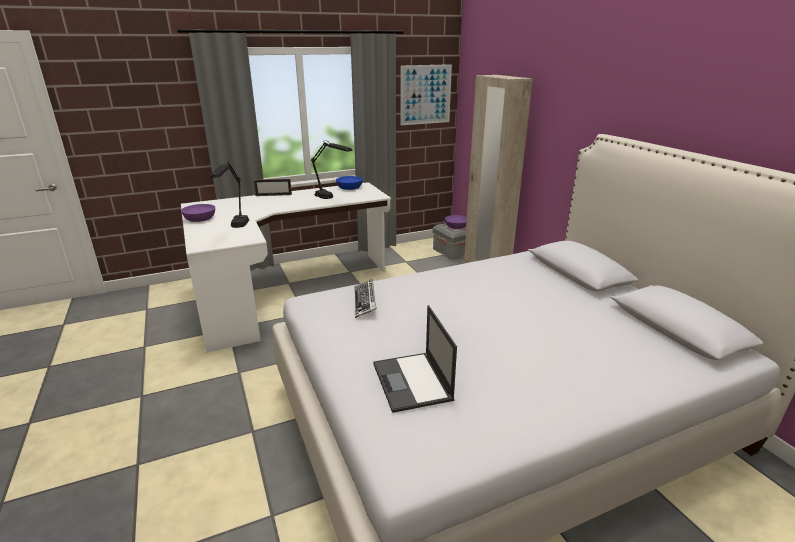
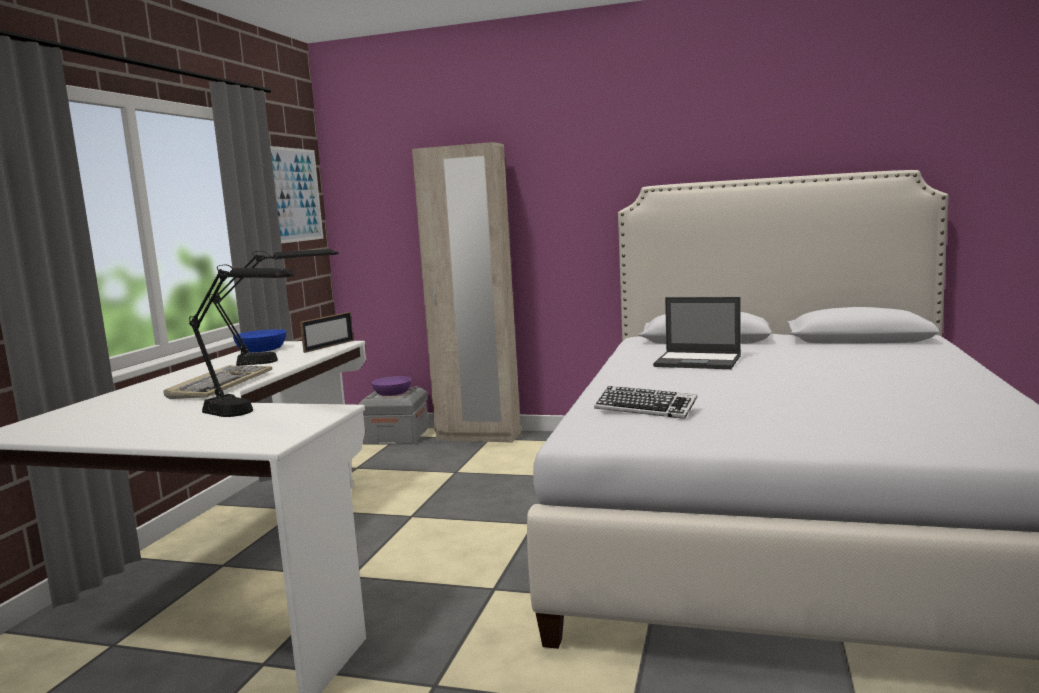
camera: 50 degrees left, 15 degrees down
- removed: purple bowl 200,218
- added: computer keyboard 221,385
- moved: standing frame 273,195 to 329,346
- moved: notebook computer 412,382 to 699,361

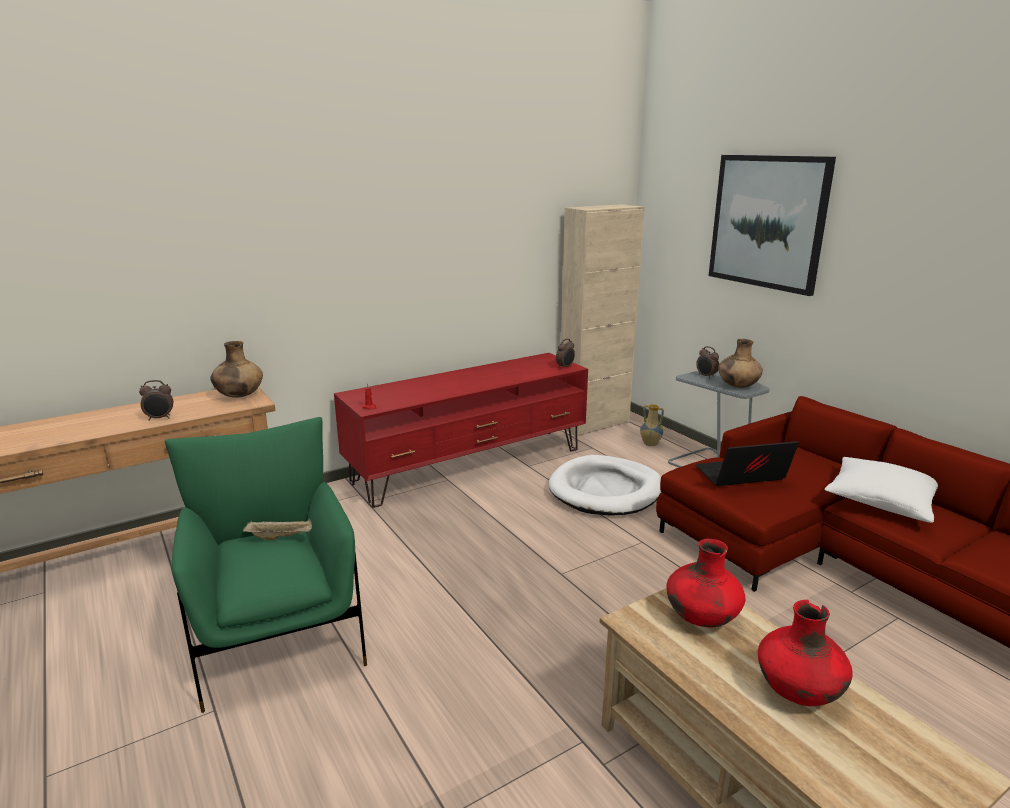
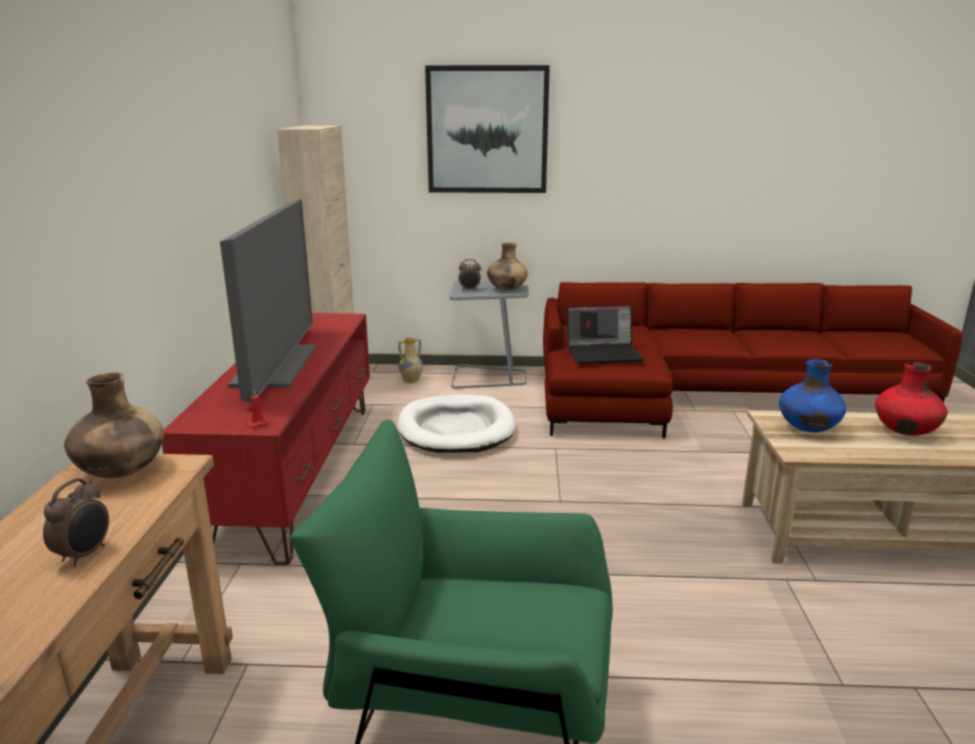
camera: 55 degrees left, 0 degrees up
- removed: beige carrying tray 281,537
- removed: table clock 565,367
- removed: whitish pillow 880,501
- added: TV 276,365
- recoloured: reddish decorative vase 701,618 to blue decorative vase 808,429
- turned: notebook computer 741,477 = 604,353 120 degrees counterclockwise

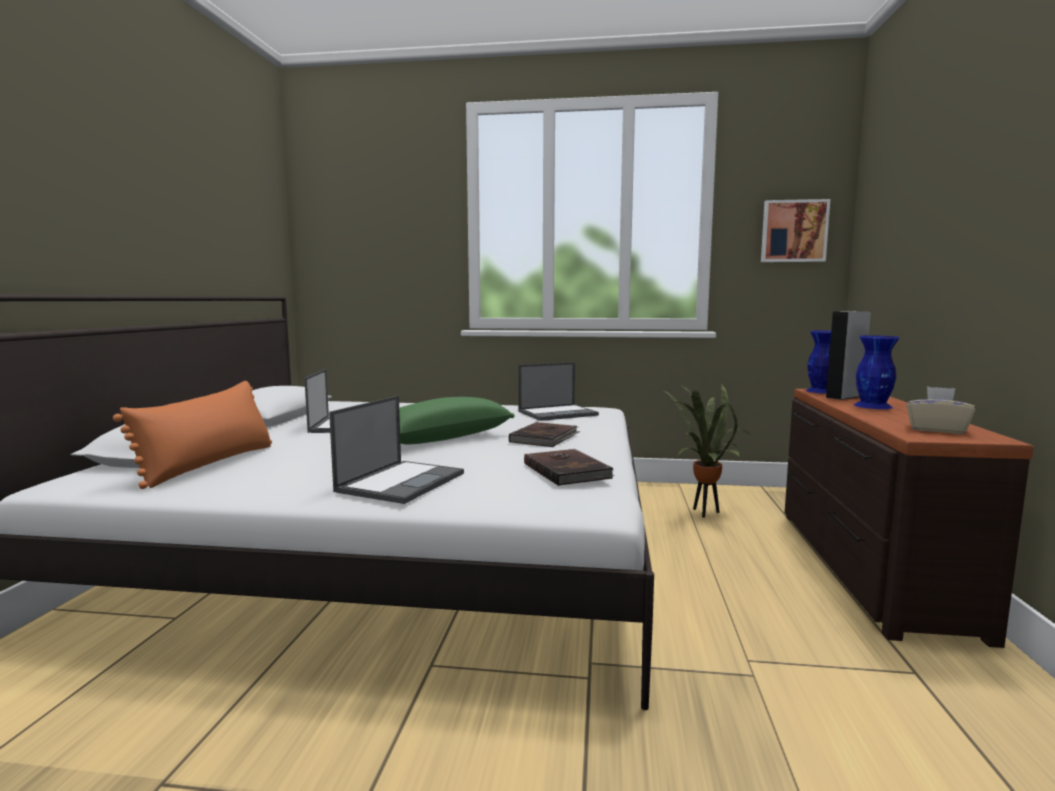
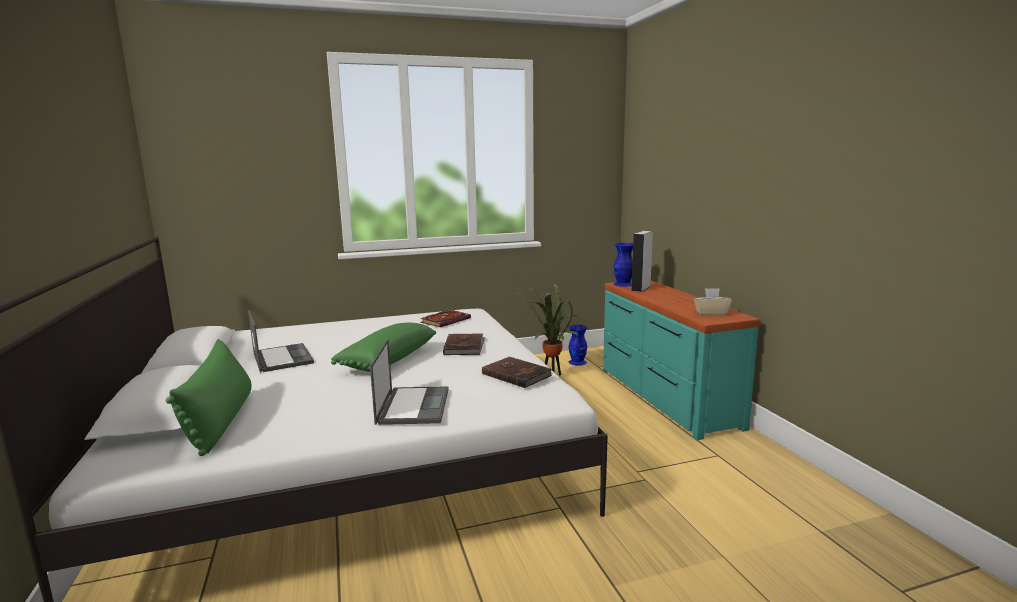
camera: 25 degrees left, 5 degrees up
- removed: wall picture 793,231
- moved: blue decorative vase 873,406 to 577,362
- replaced: notebook computer 558,413 to volume 446,320
- recoloured: orange-coloured pillow 209,464 to green pillow 221,420
- recoloured: brownish chest of drawers 866,567 to turquoise-coloured chest of drawers 664,397

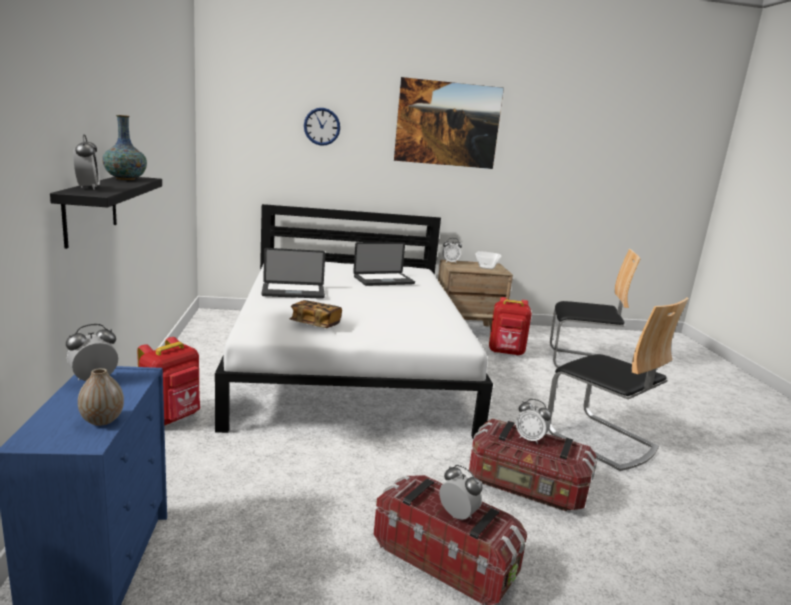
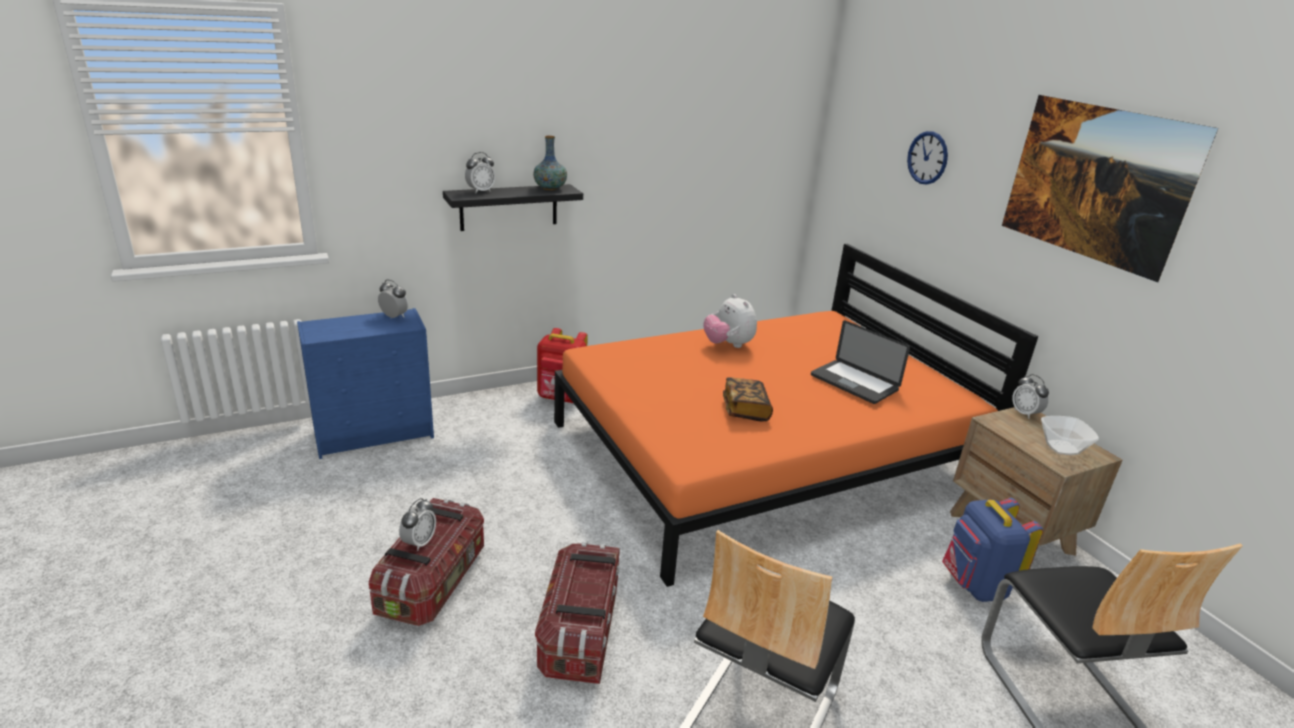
camera: 70 degrees right, 10 degrees up
- removed: decorative vase 102,420
- removed: table clock 530,439
- moved: volume 315,324 to 745,410
- replaced: notebook computer 293,292 to cuddly toy 728,345
- recoloured: whitish bed 349,362 to orange-coloured bed 764,455
- recoloured: reddish backpack 506,352 to blue backpack 975,585

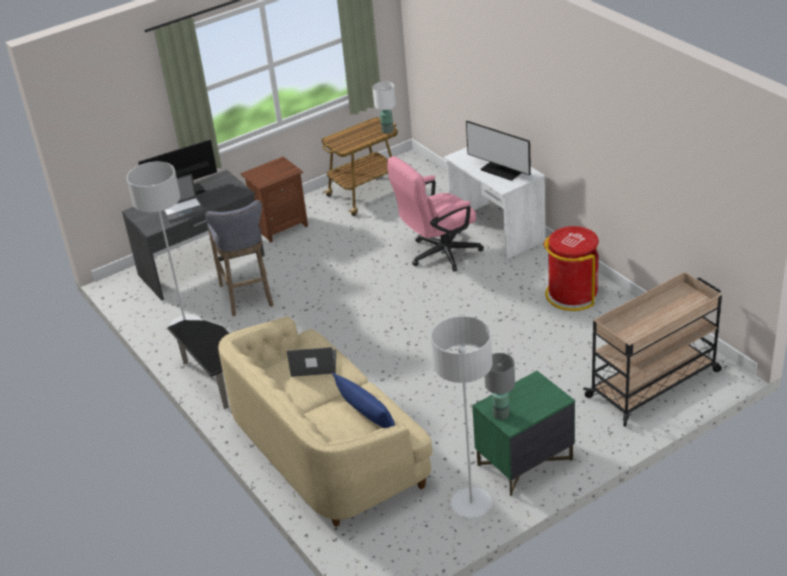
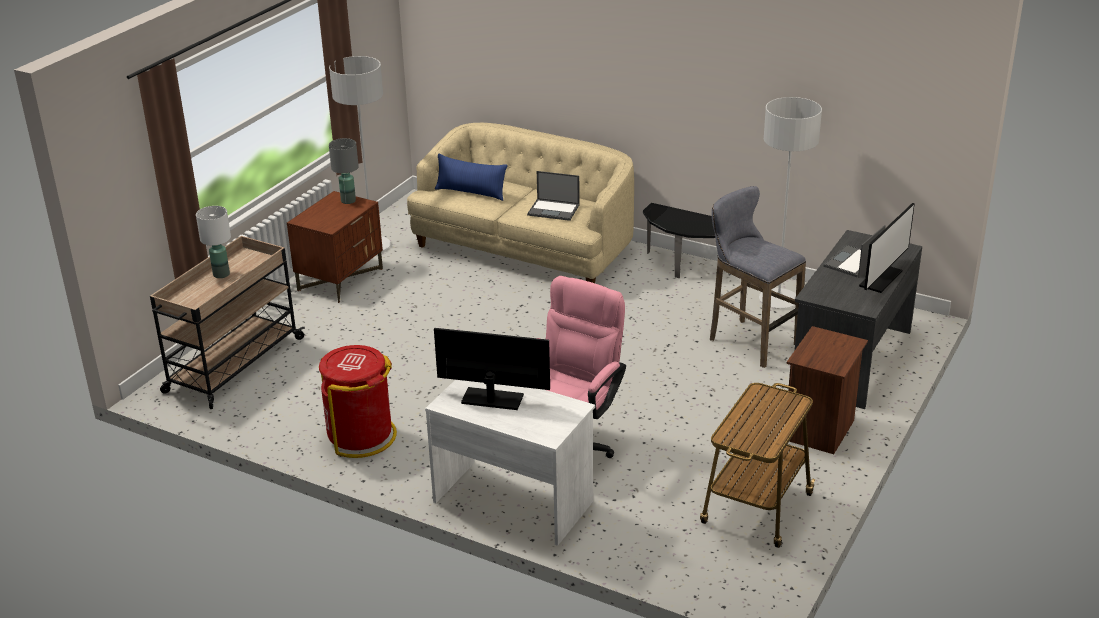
camera: 150 degrees right, 5 degrees down
- moved: whitish tabletop lamp 388,131 to 221,274
- recoloured: green nightstand 524,463 to brownish nightstand 340,279
- turned: notebook computer 313,364 = 554,210 45 degrees clockwise

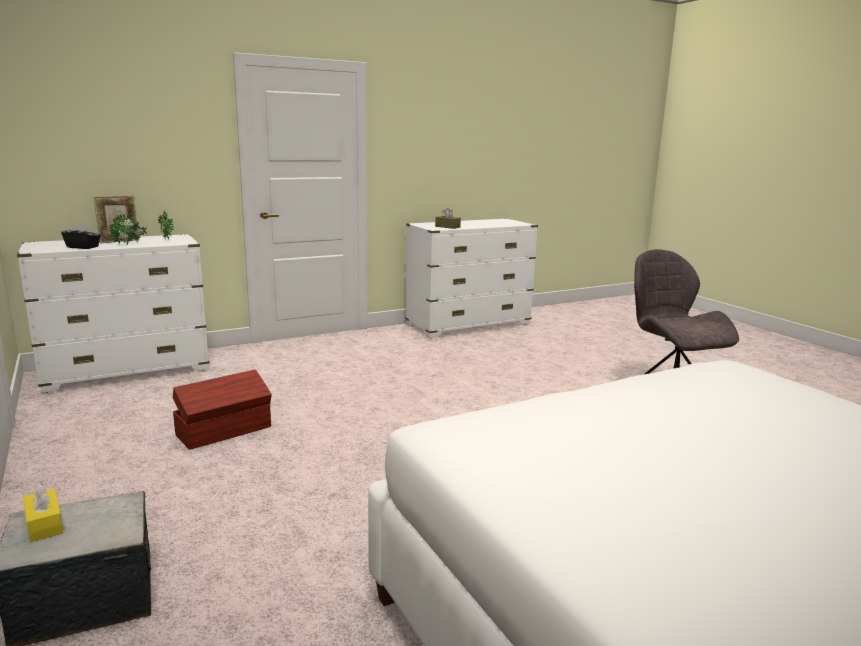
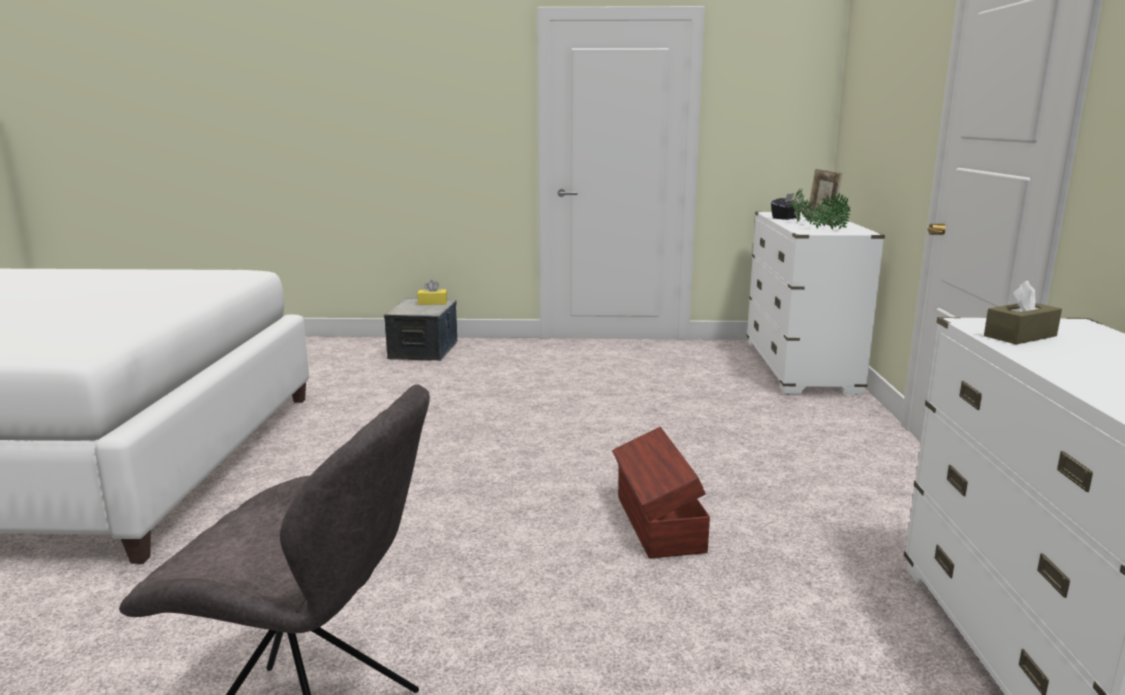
camera: 120 degrees right, 0 degrees up
- moved: brownish storage bin 225,431 to 658,524

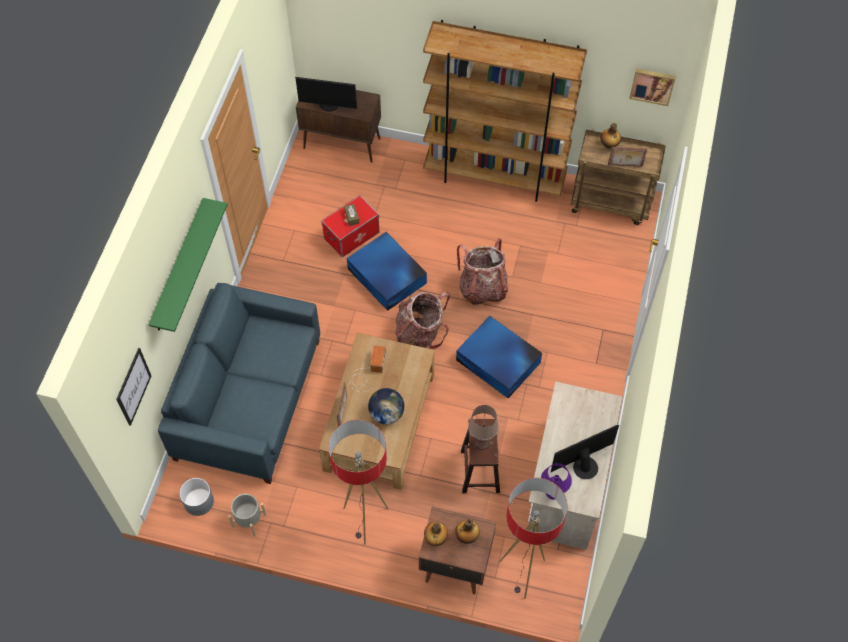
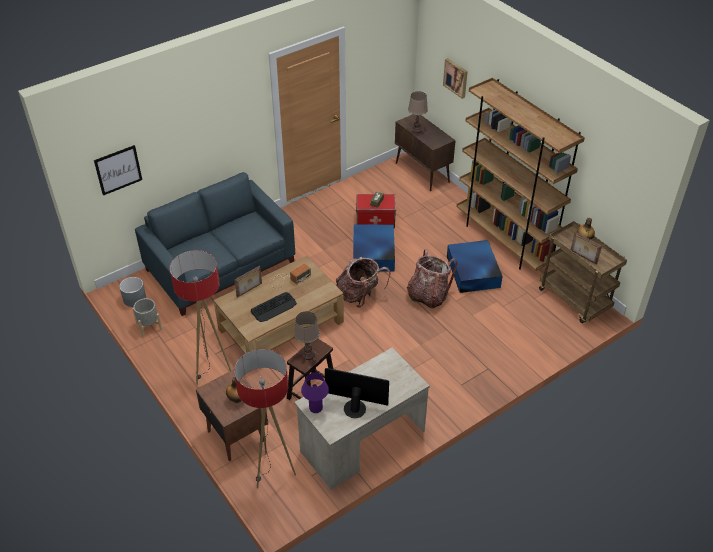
camera: 40 degrees right, 15 degrees down
- removed: green wall shelf 178,267
- removed: drink bottle 435,538
- moved: blue storage bin 498,362 to 473,272
- moved: wall picture 652,85 to 456,77
- replaced: monitor 329,105 to brownish tabletop lamp 416,130
- replaced: desk globe 386,414 to computer keyboard 274,307

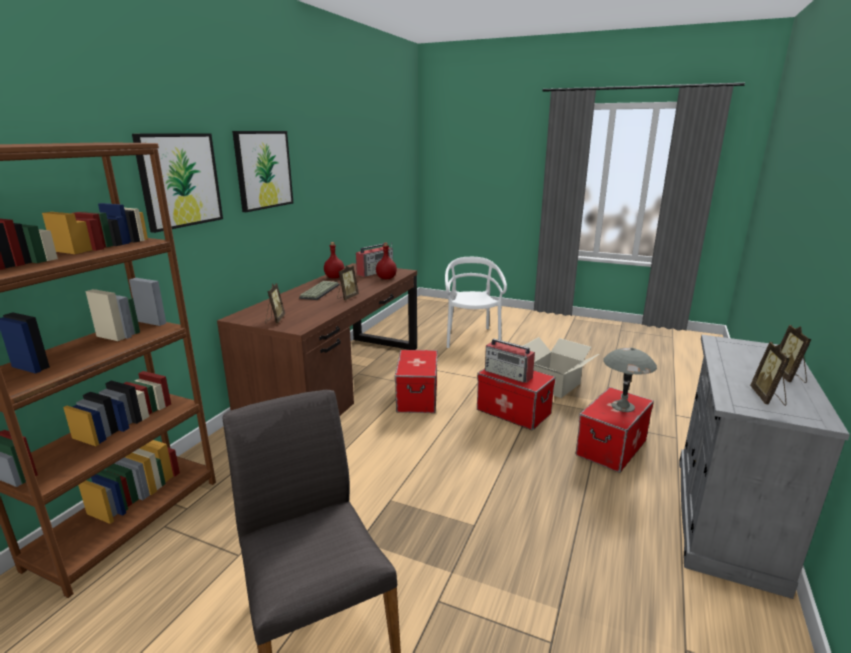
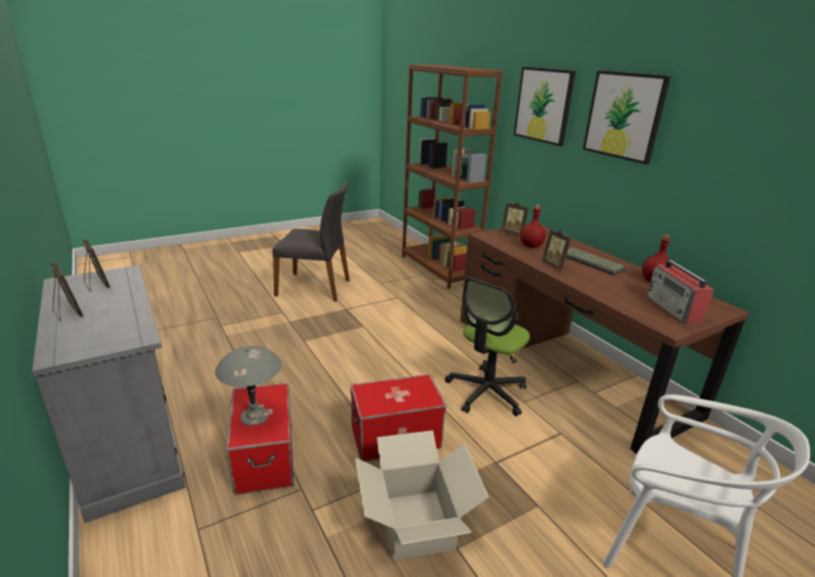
camera: 125 degrees right, 5 degrees up
- removed: radio receiver 508,374
- moved: reddish drink bottle 386,278 to 531,246
- replaced: storage bin 417,398 to office chair 486,392

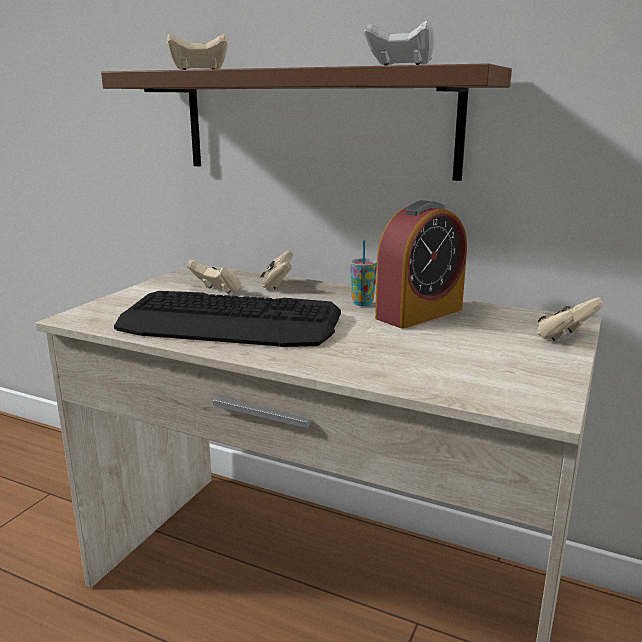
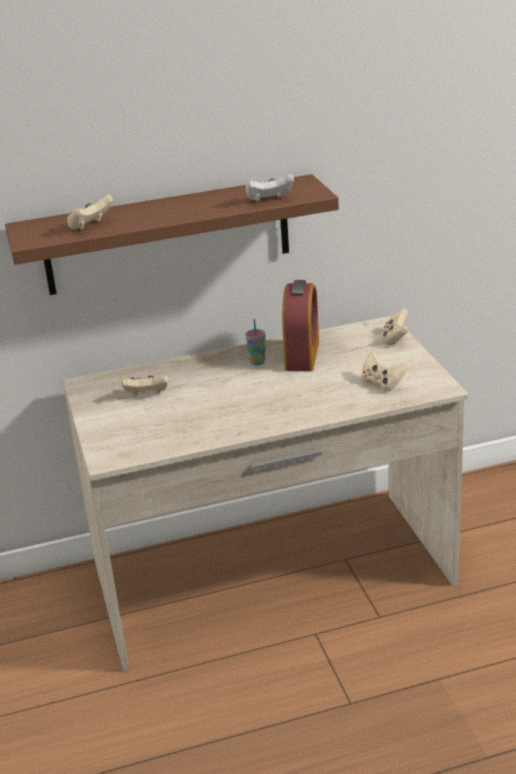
camera: 40 degrees left, 10 degrees up
- removed: computer keyboard 230,323
- moved: beige joypad 277,285 to 382,383

